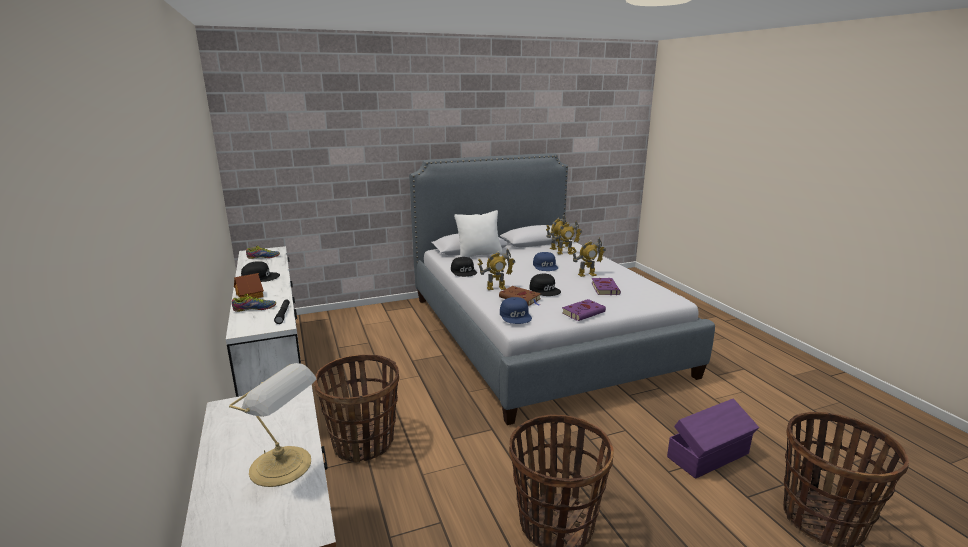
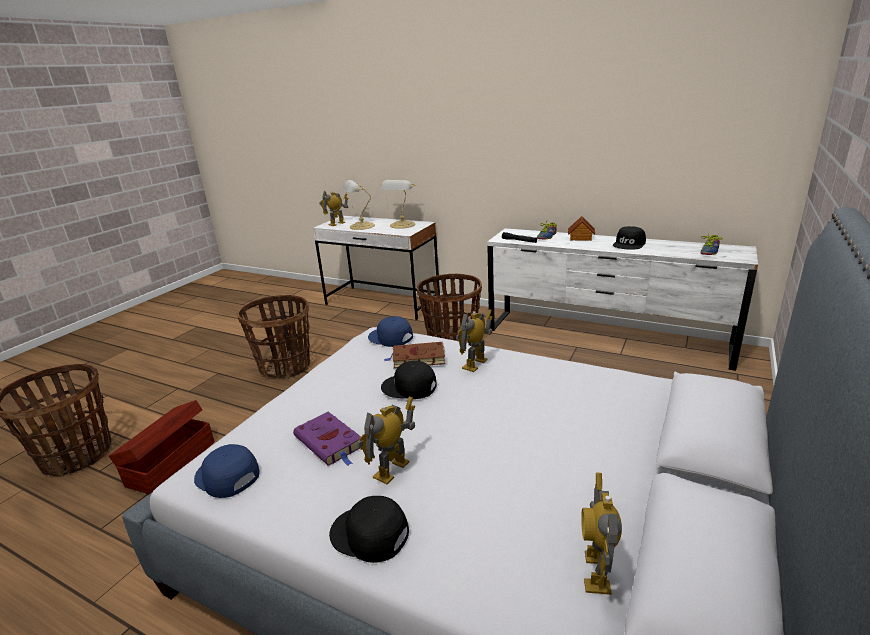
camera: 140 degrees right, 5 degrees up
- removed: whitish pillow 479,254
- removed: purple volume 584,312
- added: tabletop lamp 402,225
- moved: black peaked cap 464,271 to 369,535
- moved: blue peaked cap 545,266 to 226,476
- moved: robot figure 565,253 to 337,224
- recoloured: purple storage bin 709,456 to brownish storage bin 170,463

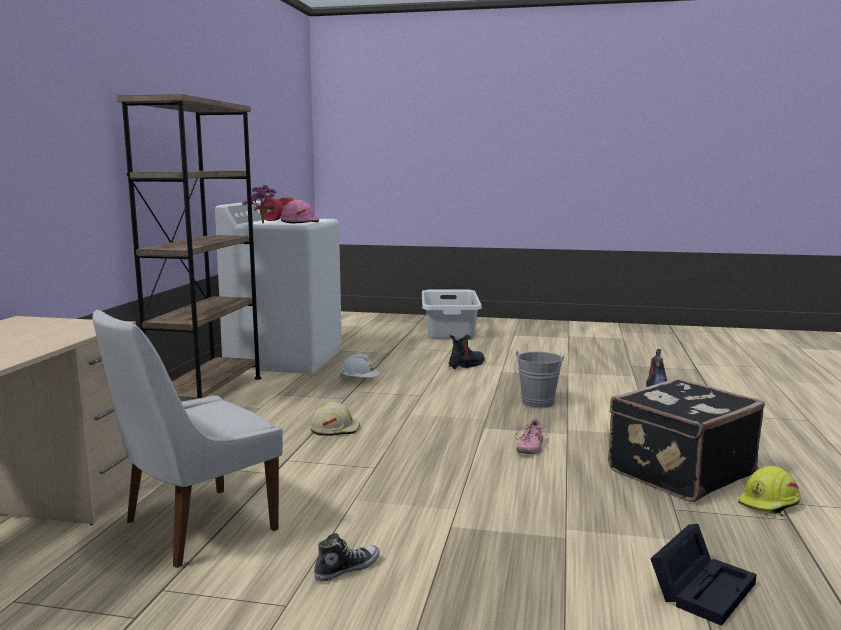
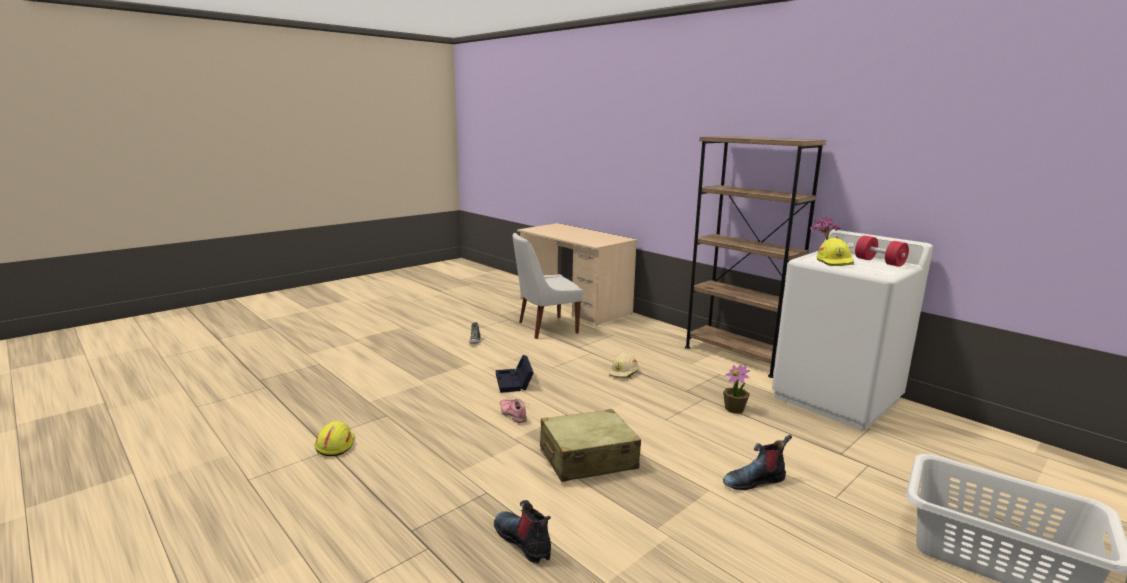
camera: 125 degrees right, 5 degrees up
- removed: black suitcase 678,472
- moved: black storage bin 702,587 to 514,382
- replaced: whitish hard hat 359,380 to plant in a pot 734,409
- replaced: gray pail 537,404 to beige suitcase 587,458
- recoloured: pink-coloured hard hat 299,222 to yellow hard hat 835,262
- turned: whitish plain chair 195,528 = 545,328 105 degrees counterclockwise
- turned: tall boot 467,365 = 754,480 90 degrees clockwise

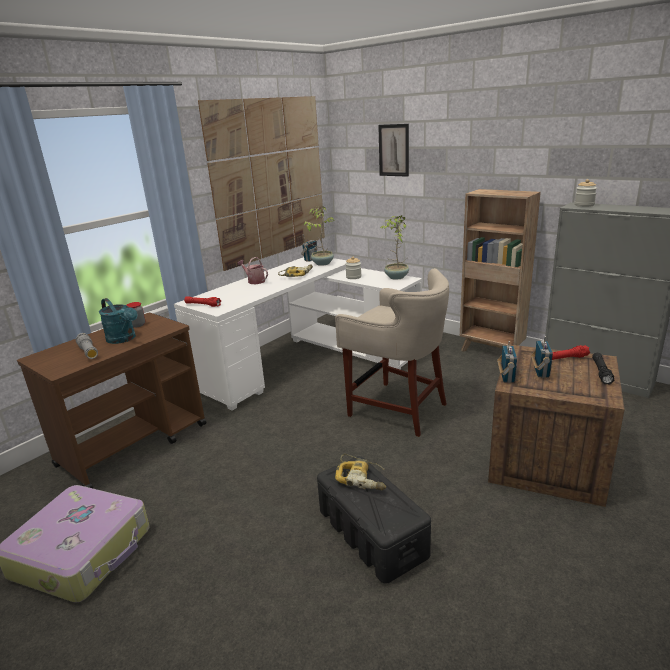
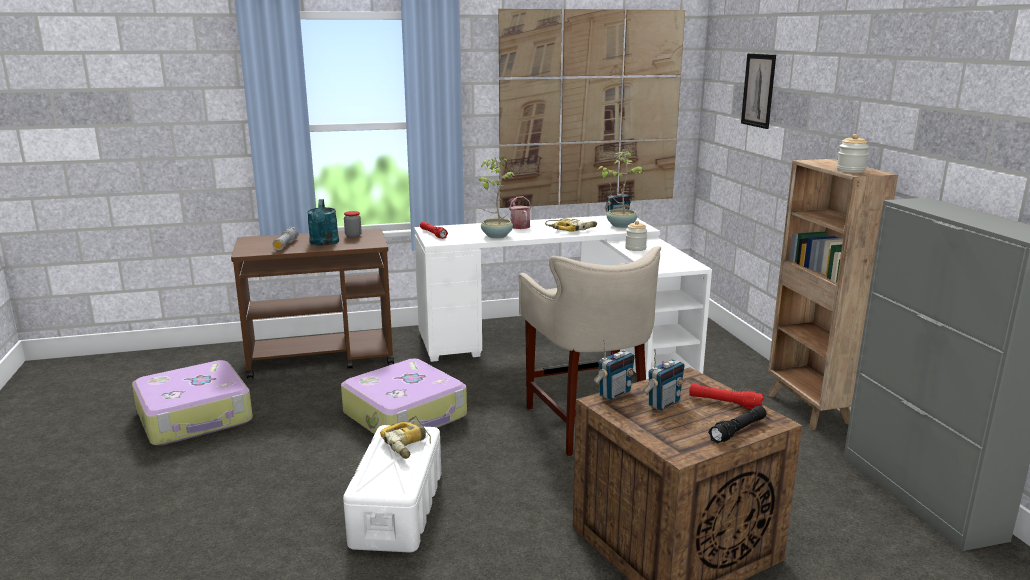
camera: 35 degrees right, 5 degrees down
- added: suitcase 406,415
- moved: plant in a pot 396,277 to 496,236
- moved: preserve jar 584,205 to 850,171
- recoloured: black storage bin 372,533 to whitish storage bin 397,509

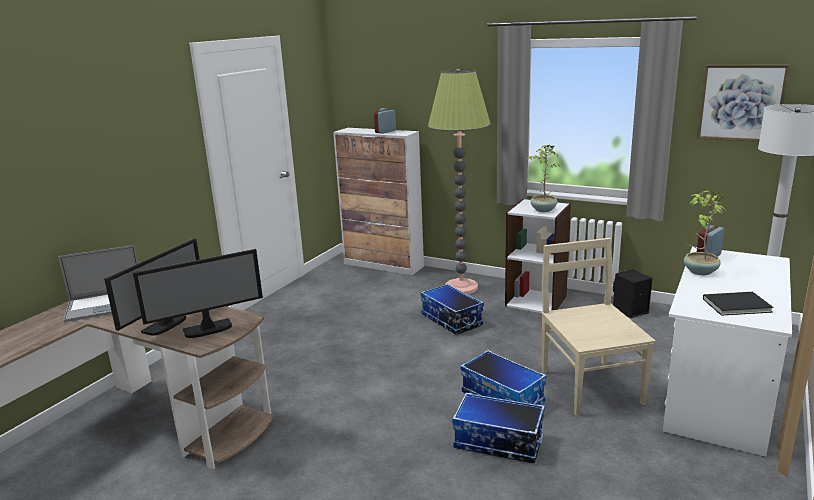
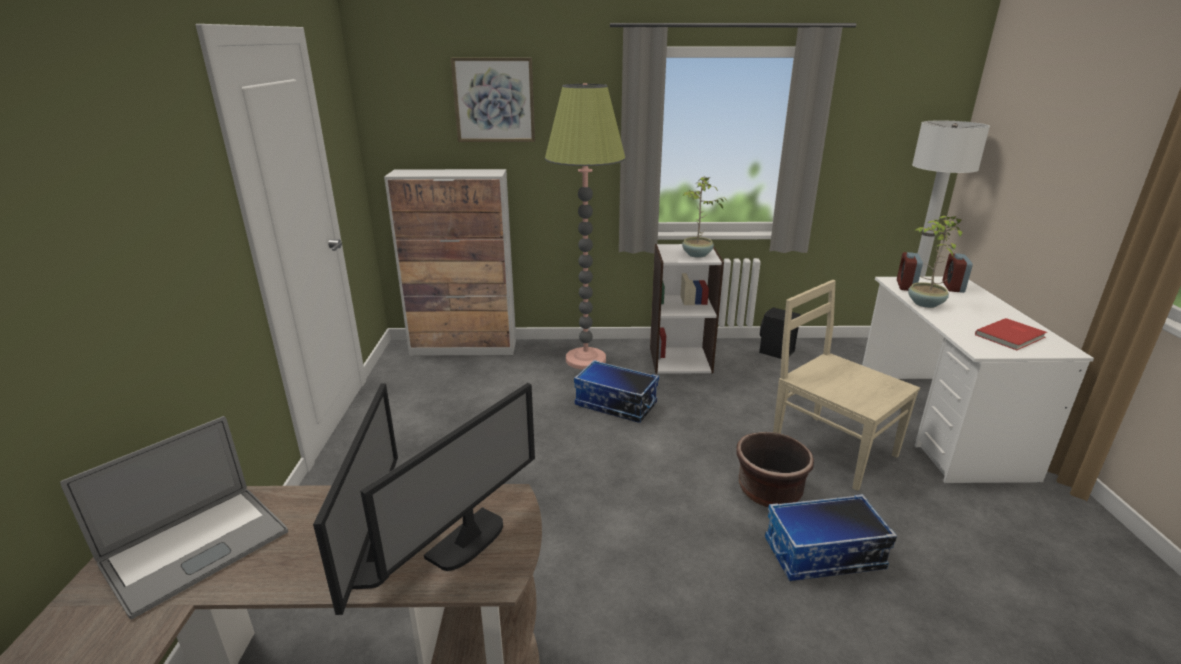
camera: 30 degrees left, 5 degrees up
- moved: table clock 385,132 to 953,287
- moved: wall picture 741,103 to 494,100
- replaced: storage bin 503,398 to brownish plant pot 769,492
- recoloured: black volume 738,306 to reddish volume 1012,336

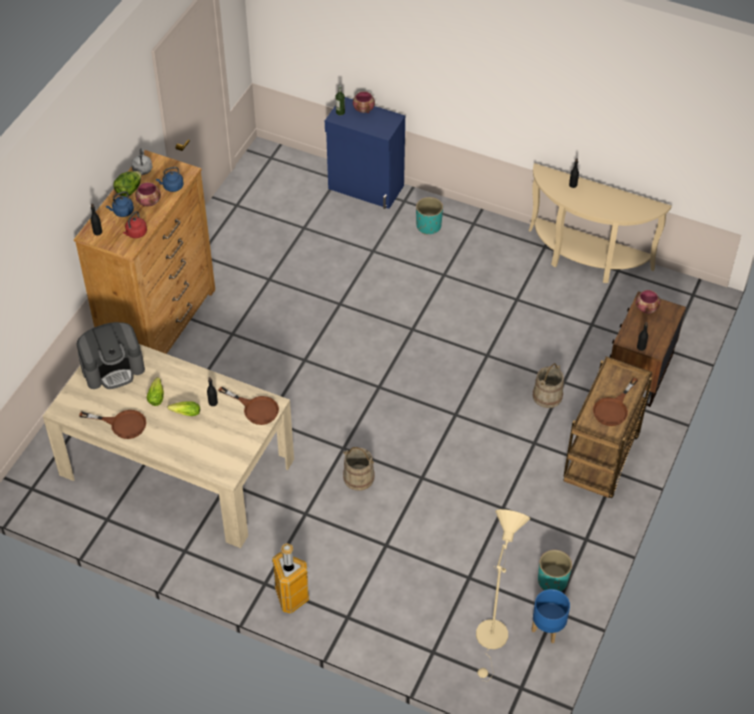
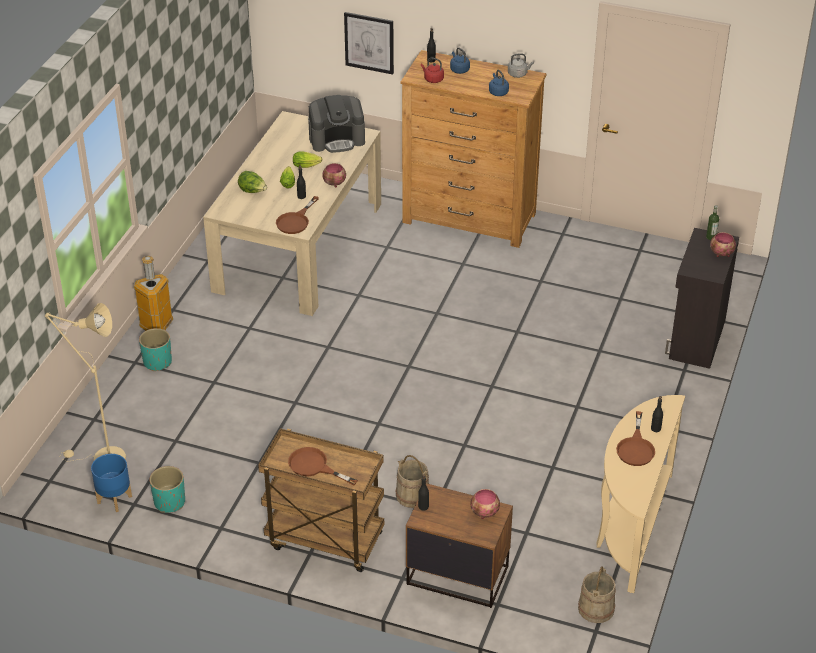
camera: 85 degrees right, 10 degrees down
- added: wall picture 369,42
- moved: brownish frying pan 122,424 to 636,447
- moved: lettuce head 129,190 to 252,191
- moved: bowl 149,202 to 334,183
- moved: beige pail 359,477 to 596,609
- moved: turquoise-coloured plant pot 428,226 to 157,362
- recoloured: blue storage cabinet 366,188 to black storage cabinet 695,339
- turned: coffee brewer 113,368 = 337,139 75 degrees counterclockwise

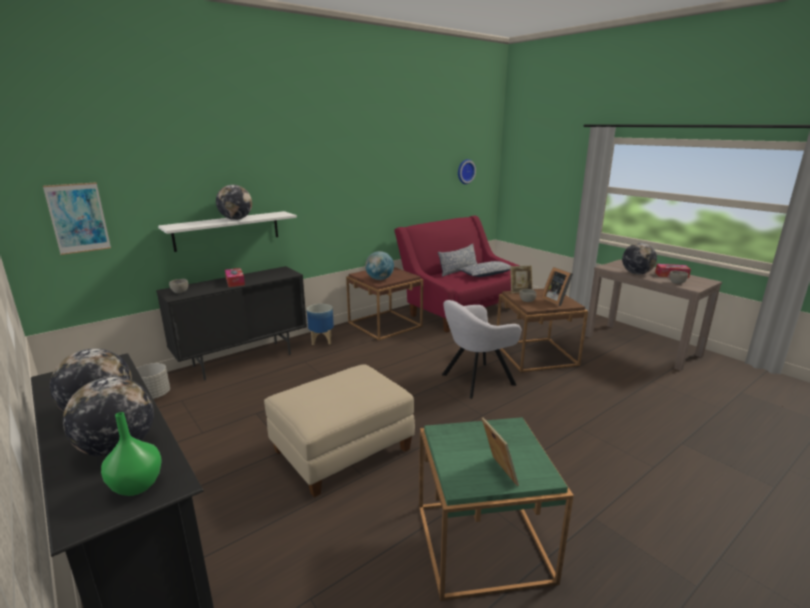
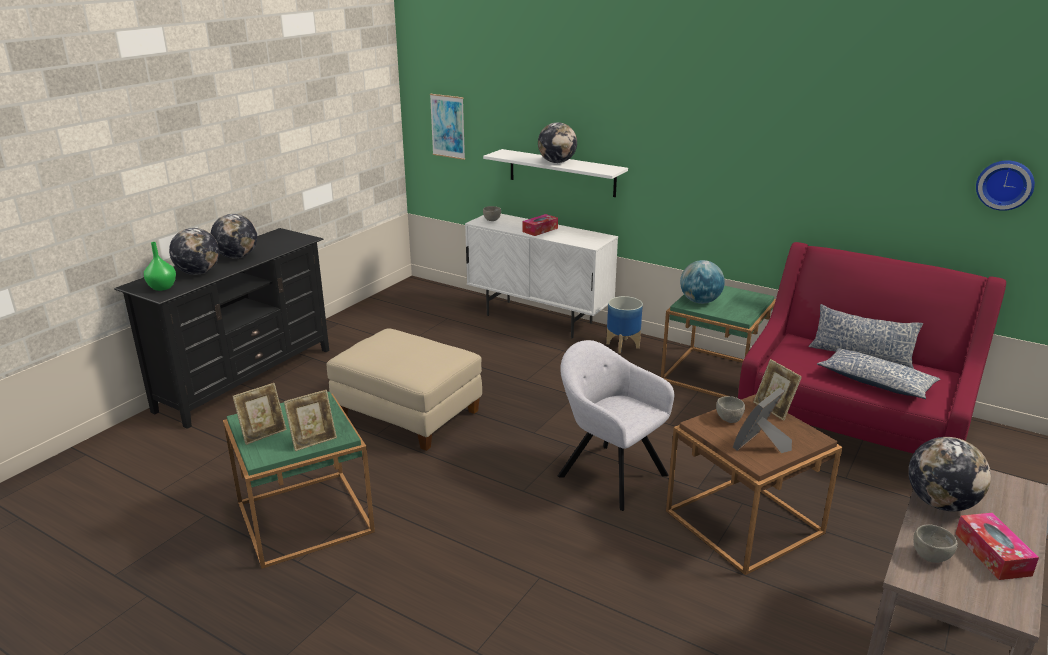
camera: 70 degrees right, 5 degrees up
- removed: gray plant pot 154,395
- added: standing frame 313,441
- recoloured: black storage cabinet 243,360 to whitish storage cabinet 539,319
- recoloured: brownish accent table 385,324 to green accent table 714,374

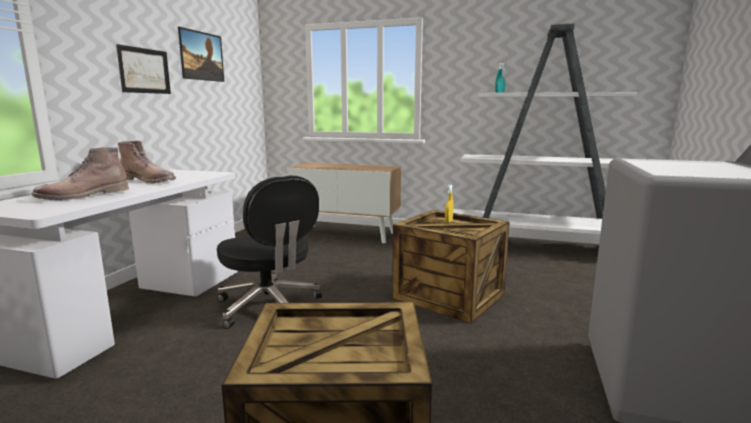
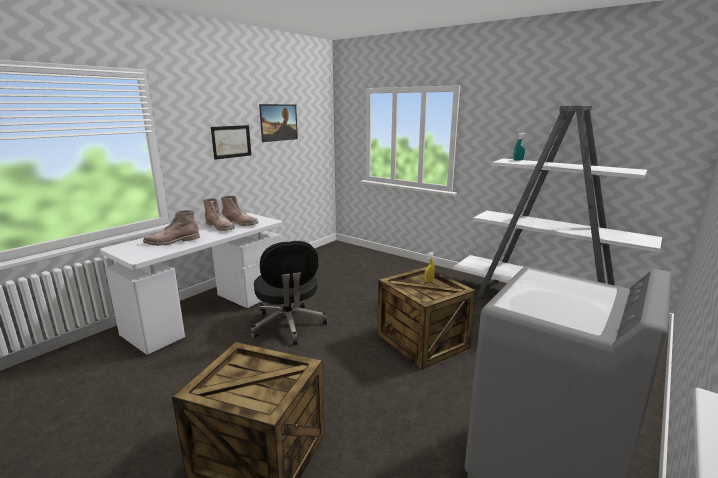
camera: 20 degrees right, 5 degrees up
- removed: storage cabinet 346,233
- added: brownish tall boot 241,223

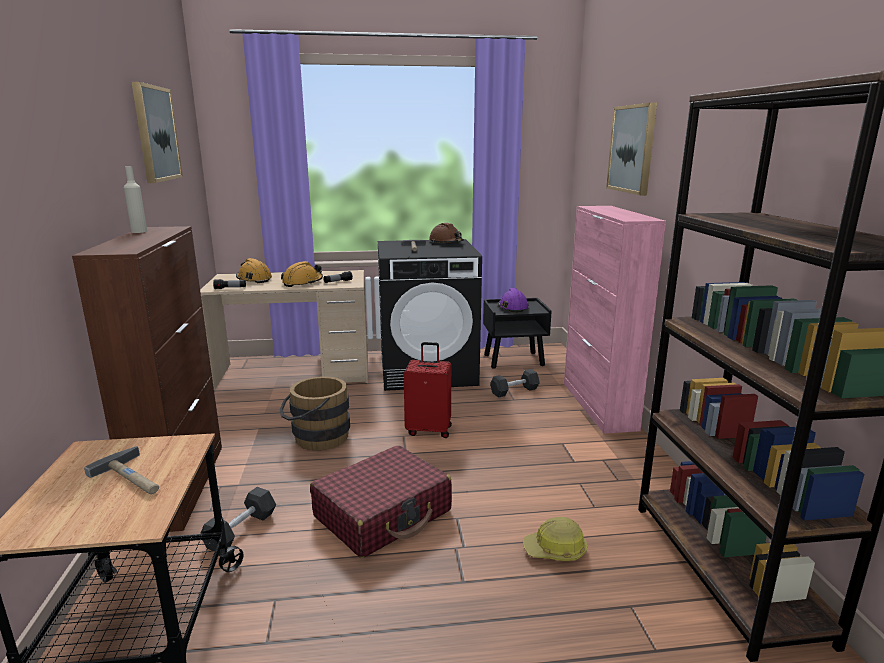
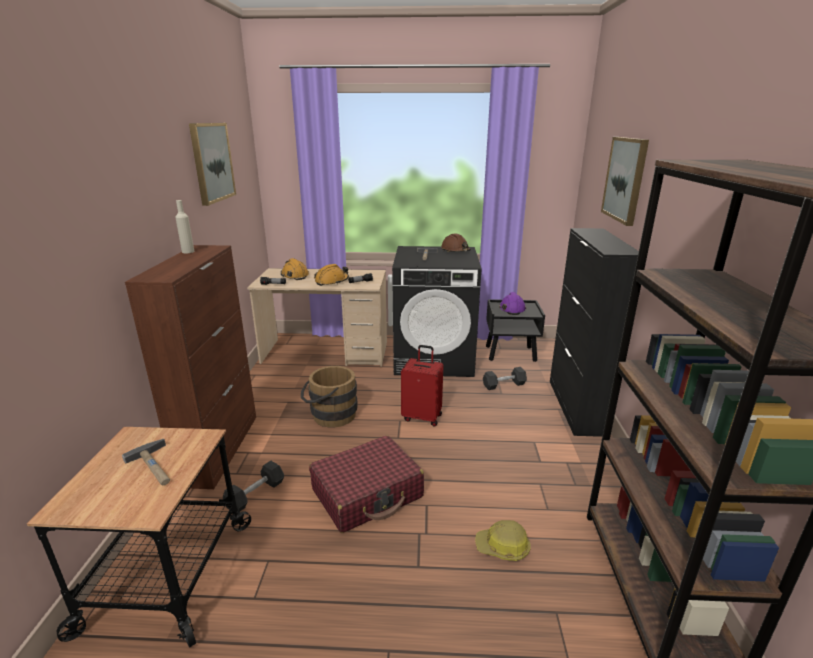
camera: 10 degrees right, 5 degrees up
- recoloured: pink-coloured storage cabinet 598,406 to black storage cabinet 576,407

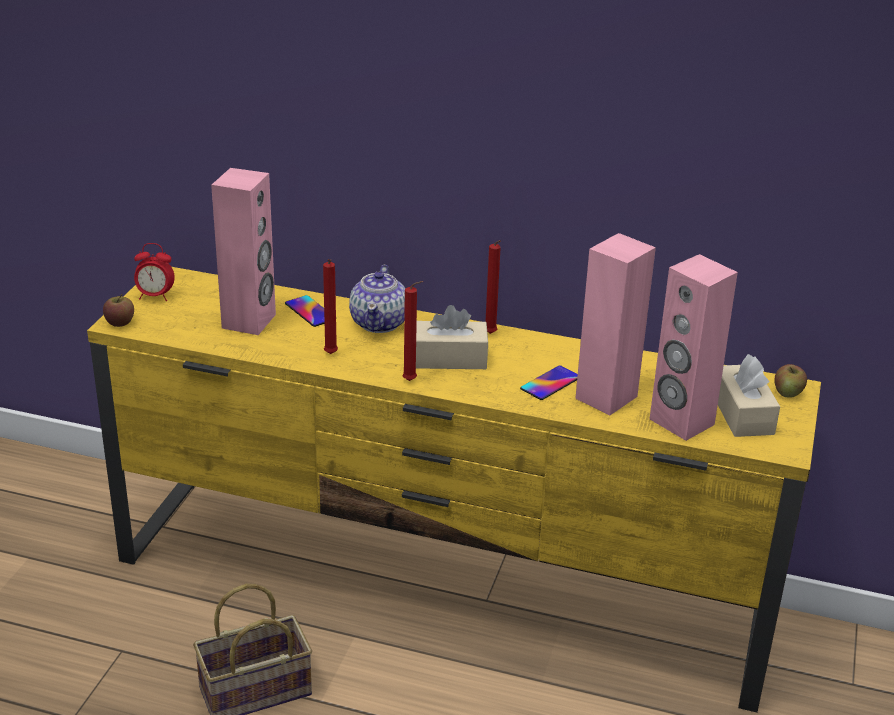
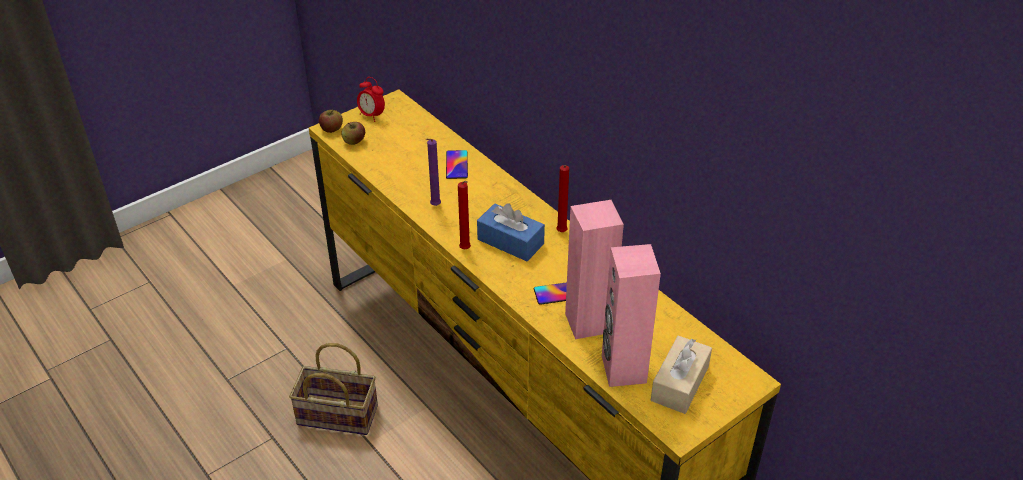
camera: 35 degrees right, 10 degrees up
- removed: pink-coloured speaker 249,321
- removed: tea pot 380,323
- moved: apple fruit 788,392 to 354,141
- recoloured: reddish wax light 330,355 to purple wax light 434,206
- recoloured: beige tissue holder 449,358 to blue tissue holder 510,241

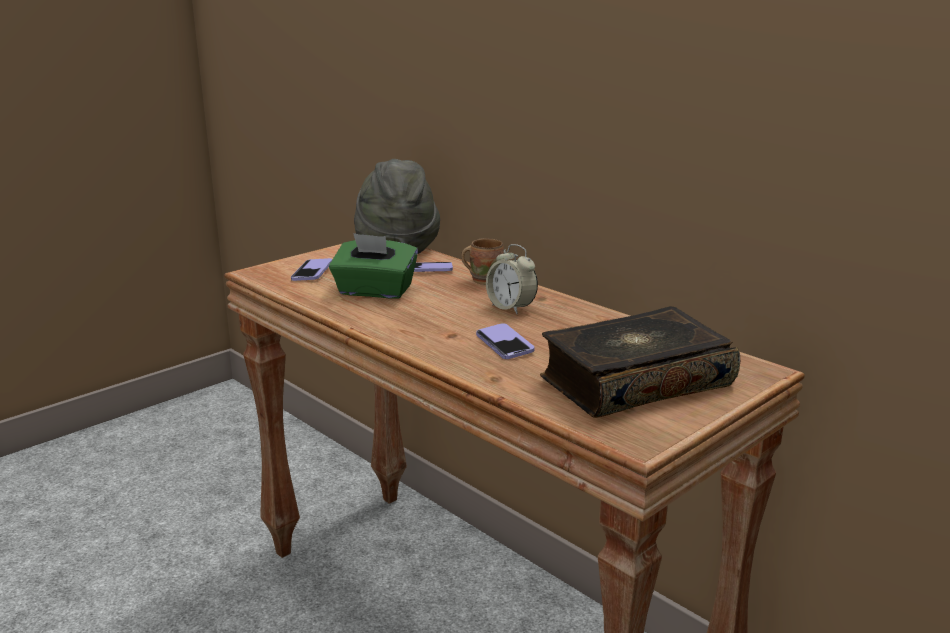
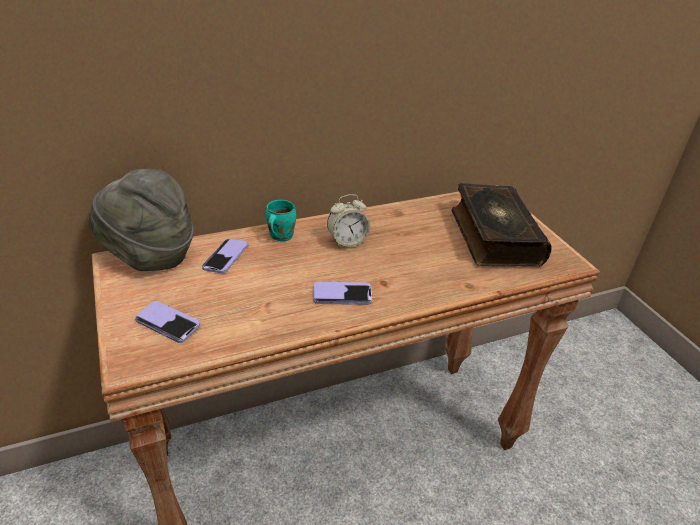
camera: 70 degrees left, 15 degrees up
- removed: green tissue holder 374,291
- moved: telephone 504,343 to 342,295
- recoloured: brownish tea mug 484,280 to turquoise-coloured tea mug 279,236

